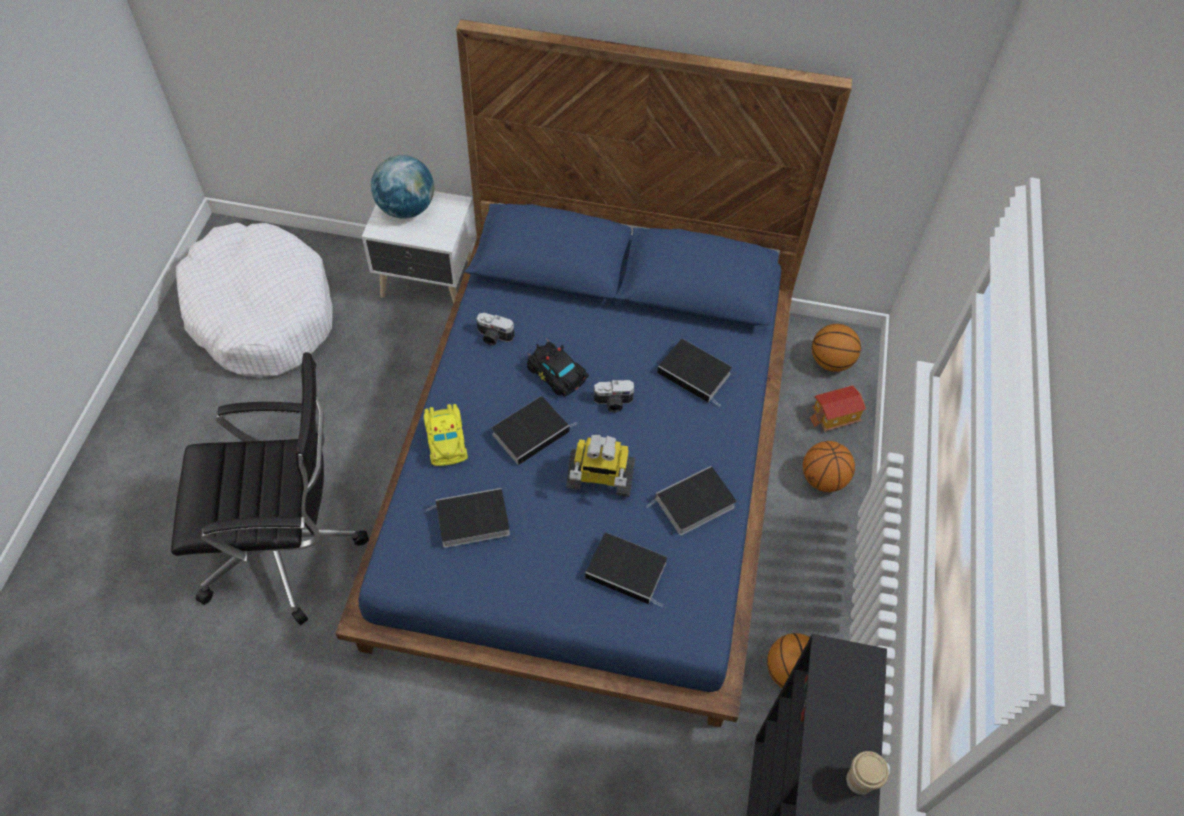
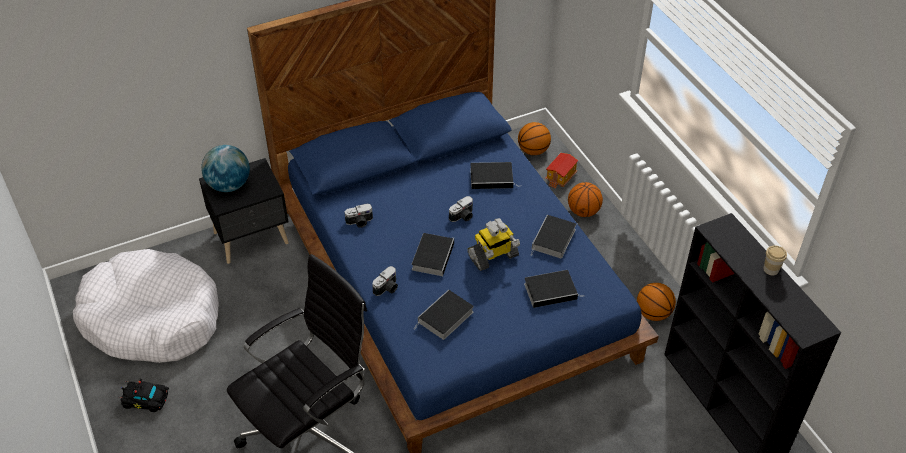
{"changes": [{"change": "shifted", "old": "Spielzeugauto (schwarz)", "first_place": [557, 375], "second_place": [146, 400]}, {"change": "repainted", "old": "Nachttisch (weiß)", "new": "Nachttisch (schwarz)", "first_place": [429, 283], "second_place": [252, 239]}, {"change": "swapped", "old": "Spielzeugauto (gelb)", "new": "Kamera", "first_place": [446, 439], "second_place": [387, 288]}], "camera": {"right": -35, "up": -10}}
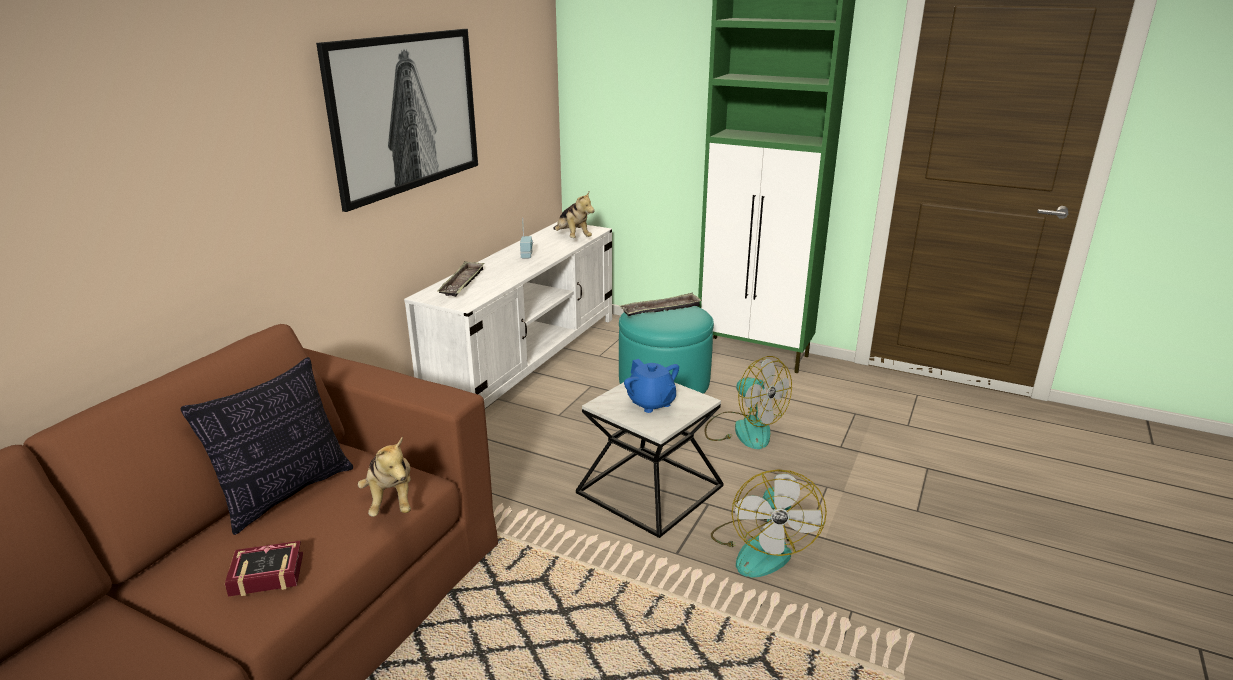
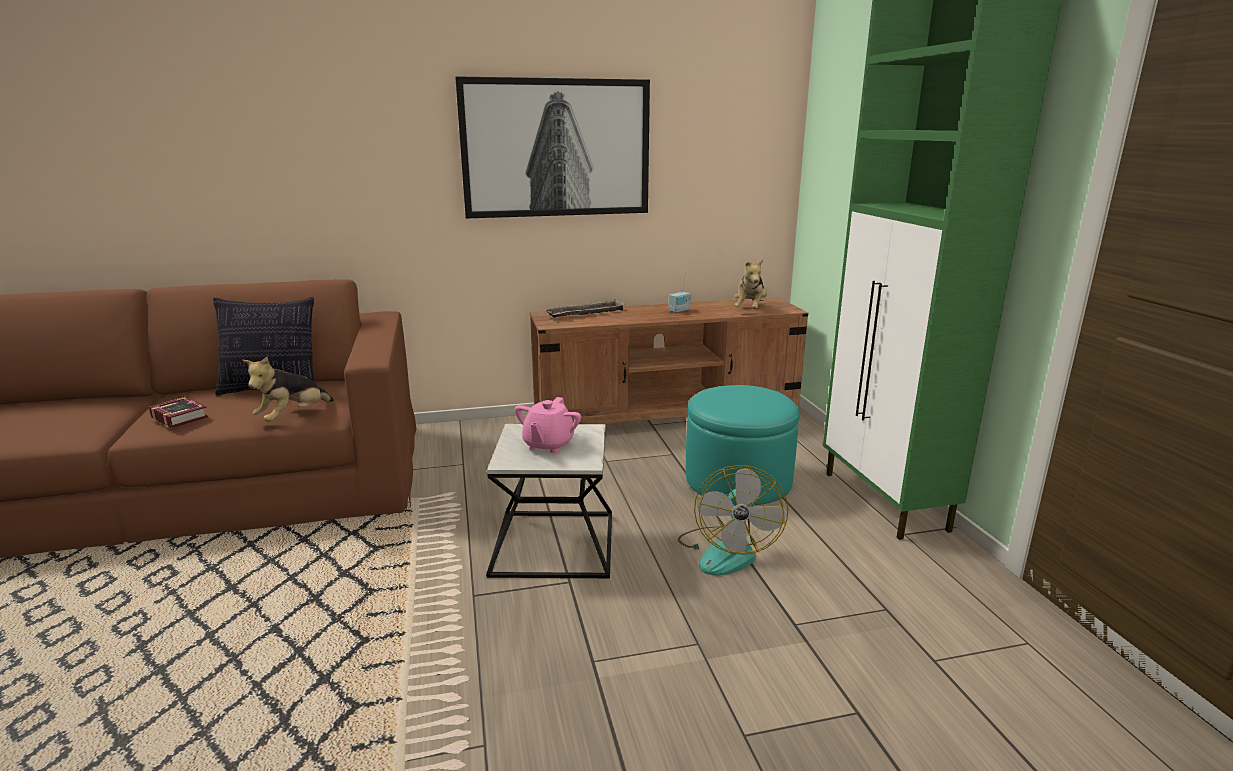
{"changes": [{"change": "repainted", "old": "Teekanne (blau)", "new": "Teekanne (rosa)", "first_place": [651, 403], "second_place": [548, 445]}, {"change": "repainted", "old": "Fernsehschrank (weiß)", "new": "Fernsehschrank (braun)", "first_place": [527, 359], "second_place": [667, 415]}, {"change": "gone", "old": "Tablett", "first_place": [661, 309]}, {"change": "gone", "old": "Ventilator", "first_place": [761, 547]}], "camera": {"right": 50, "up": -5}}
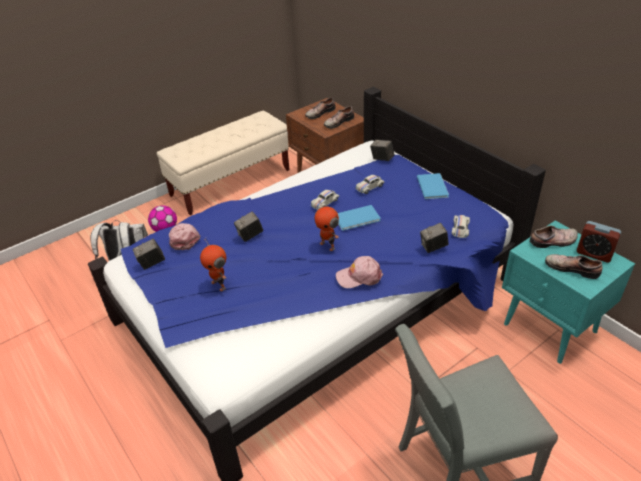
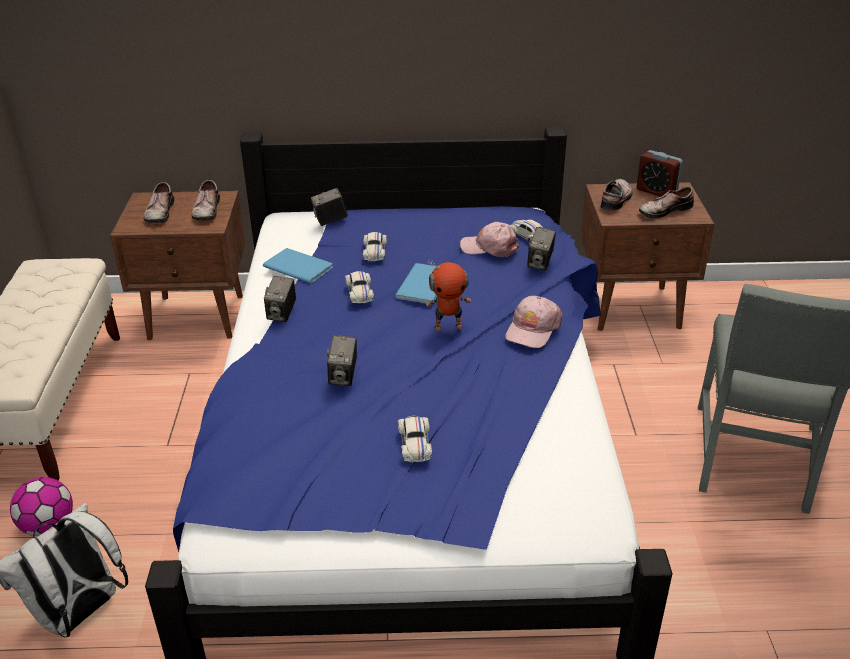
{"changes": [{"change": "shifted", "old": "Buch (blau)", "first_place": [433, 186], "second_place": [298, 266]}, {"change": "shifted", "old": "Kamera", "first_place": [151, 263], "second_place": [282, 314]}, {"change": "swapped", "old": "Spielzeugroboter", "new": "Spielzeugauto (weiß)", "first_place": [219, 285], "second_place": [415, 444]}, {"change": "shifted", "old": "Kappe (rosa)", "first_place": [183, 238], "second_place": [489, 247]}, {"change": "repainted", "old": "Nachttisch (türkis)", "new": "Nachttisch (braun)", "first_place": [550, 328], "second_place": [633, 308]}, {"change": "rotated", "old": "Wecker", "first_place": [594, 254], "second_place": [656, 191], "degrees": 60}], "camera": {"right": -55, "up": -5}}
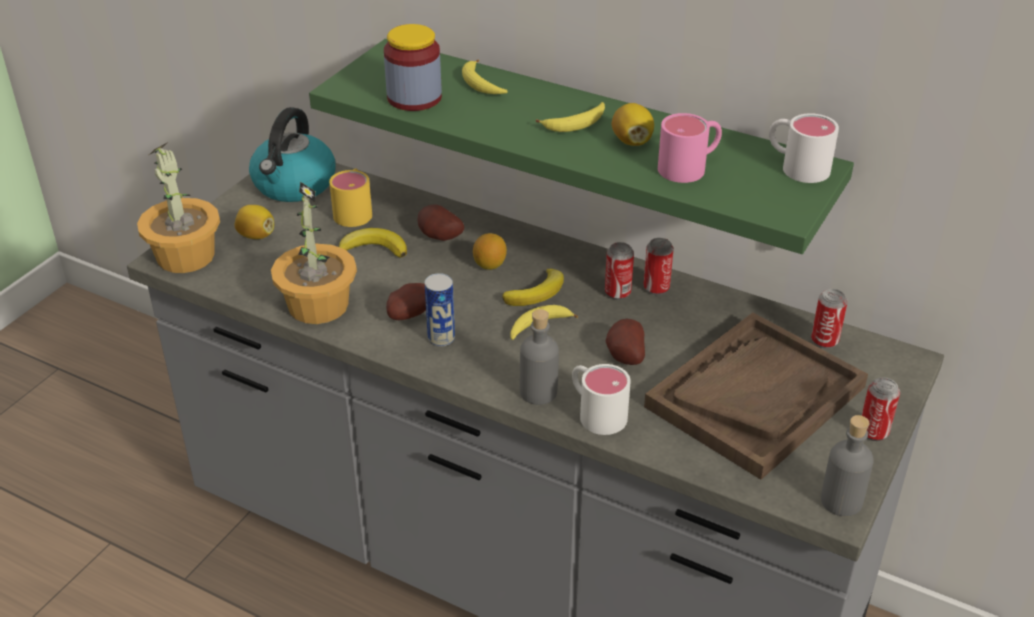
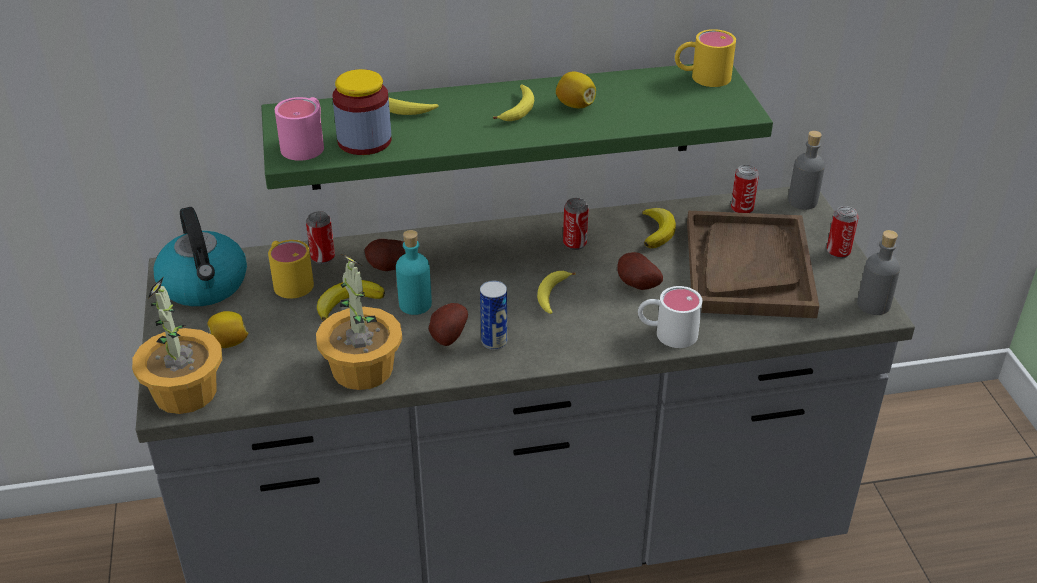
{"changes": [{"change": "shifted", "old": "Henkelbecher (rosa)", "first_place": [690, 166], "second_place": [307, 143]}, {"change": "shifted", "old": "Dose", "first_place": [656, 288], "second_place": [323, 257]}, {"change": "new", "new": "Flasche (türkis)", "second_place": [415, 304]}, {"change": "shifted", "old": "Banane", "first_place": [537, 293], "second_place": [657, 231]}, {"change": "repainted", "old": "Henkelbecher (weiß)", "new": "Henkelbecher (gelb)", "first_place": [796, 166], "second_place": [701, 77]}, {"change": "shifted", "old": "Flasche (grau)", "first_place": [538, 392], "second_place": [802, 201]}, {"change": "gone", "old": "Zitrone", "first_place": [489, 265]}], "camera": {"right": -40, "up": 0}}
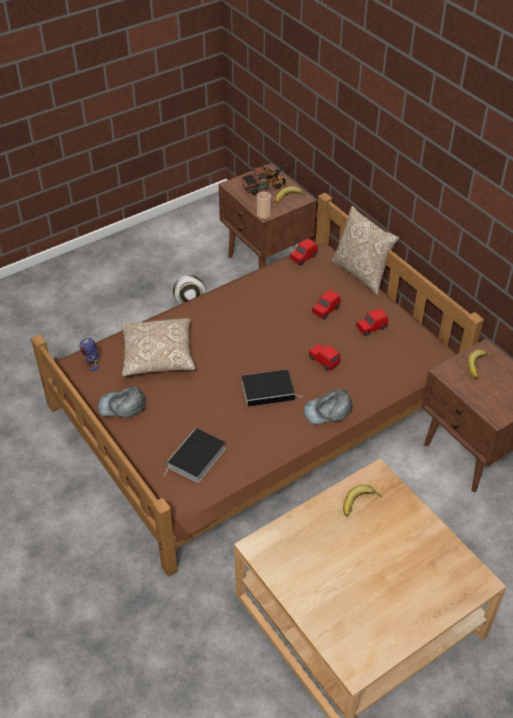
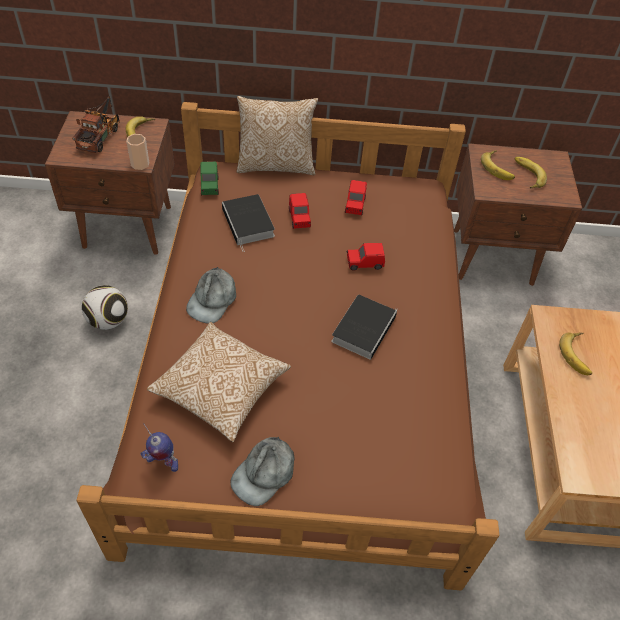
{"changes": [{"change": "shifted", "old": "Kappe (grau)", "first_place": [328, 410], "second_place": [212, 300]}, {"change": "repainted", "old": "Spielzeugauto (rot)", "new": "Spielzeugauto (grün)", "first_place": [303, 258], "second_place": [209, 186]}, {"change": "shifted", "old": "Buch", "first_place": [196, 459], "second_place": [249, 224]}, {"change": "new", "new": "Banane", "second_place": [526, 175]}], "camera": {"right": -55, "up": 5}}
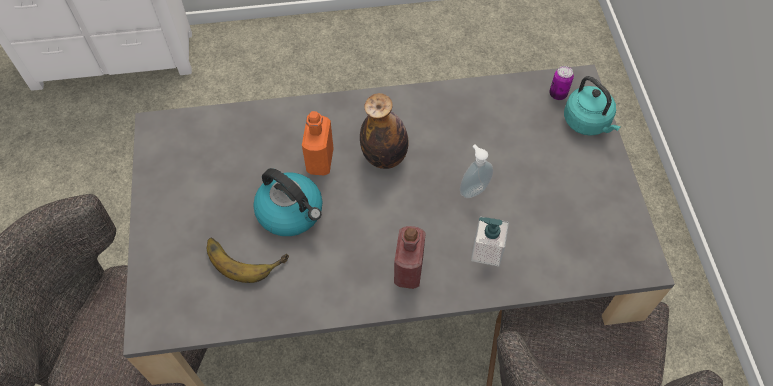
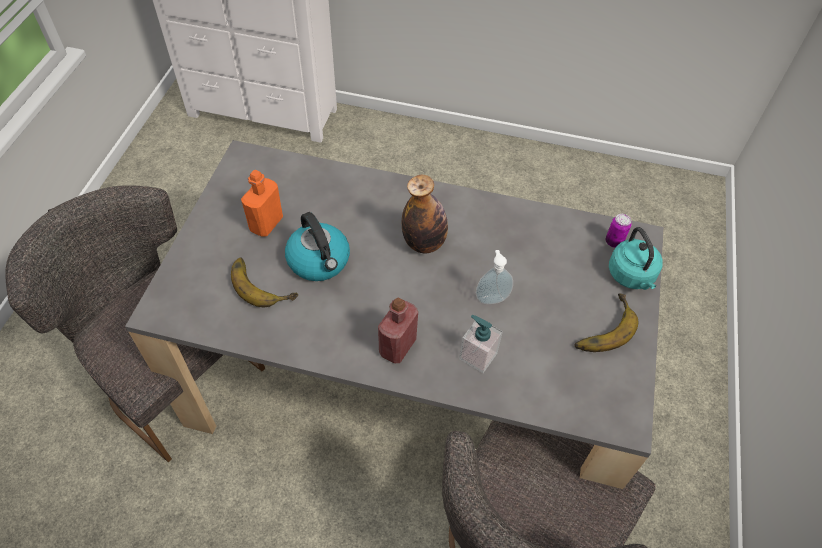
{"changes": [{"change": "shifted", "old": "Flasche (orange)", "first_place": [320, 161], "second_place": [266, 224]}, {"change": "new", "new": "Banane", "second_place": [601, 326]}], "camera": {"right": 20, "up": -5}}
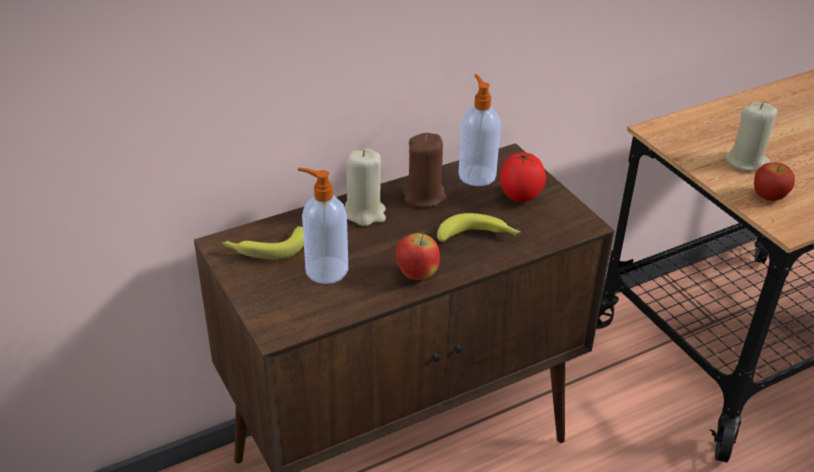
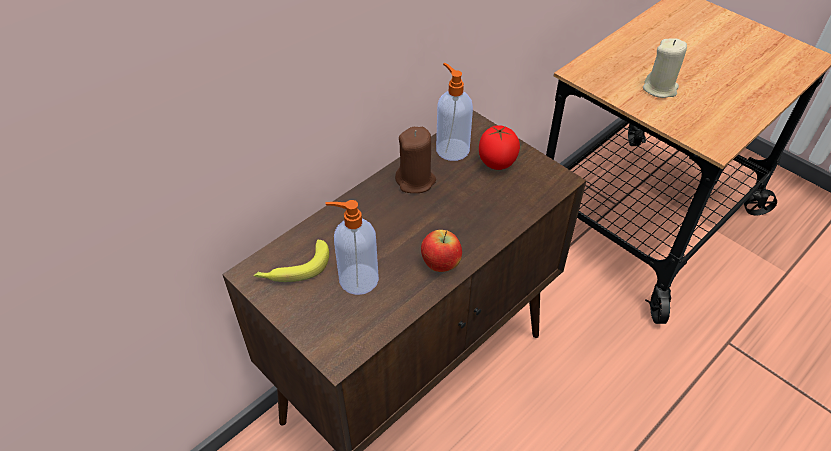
{"changes": [{"change": "gone", "old": "Kerze (beige)", "first_place": [365, 213]}, {"change": "gone", "old": "Banane", "first_place": [478, 237]}, {"change": "gone", "old": "Apfel", "first_place": [769, 196]}], "camera": {"right": -15, "up": 10}}
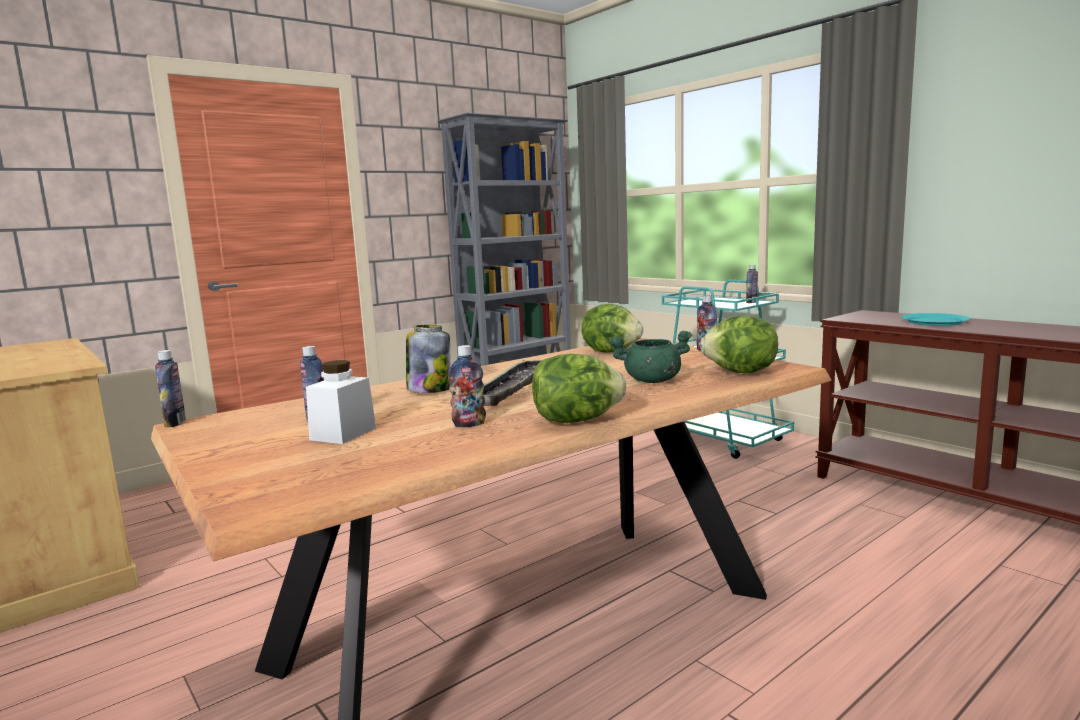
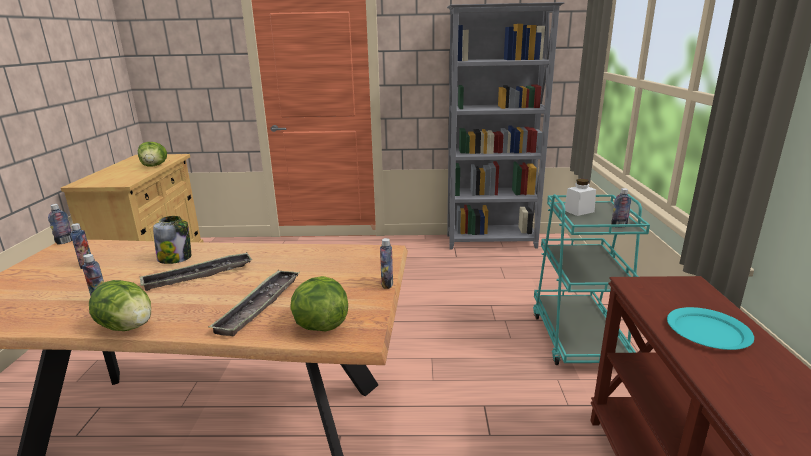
{"changes": [{"change": "shifted", "old": "Salatkopf", "first_place": [611, 351], "second_place": [154, 166]}, {"change": "swapped", "old": "Kochtopf (grün)", "new": "Tablett", "first_place": [651, 381], "second_place": [259, 306]}, {"change": "shifted", "old": "Vorratsglas (weiß)", "first_place": [343, 434], "second_place": [579, 211]}], "camera": {"right": 40, "up": 10}}
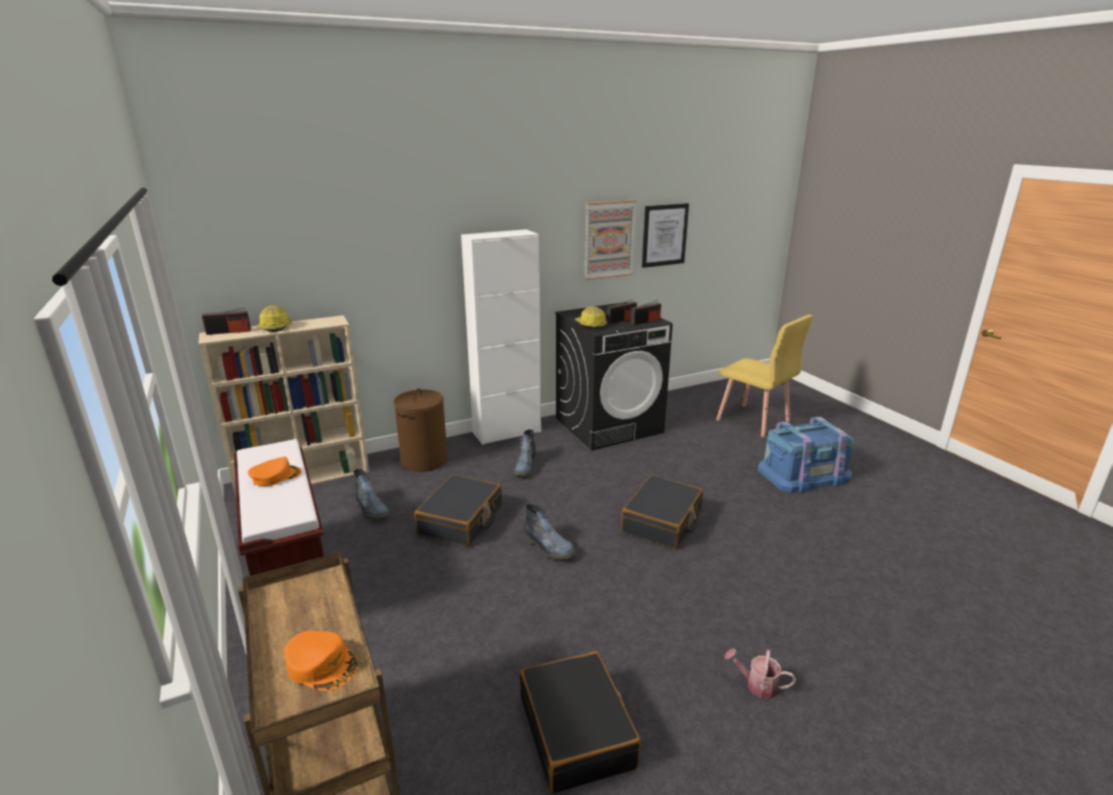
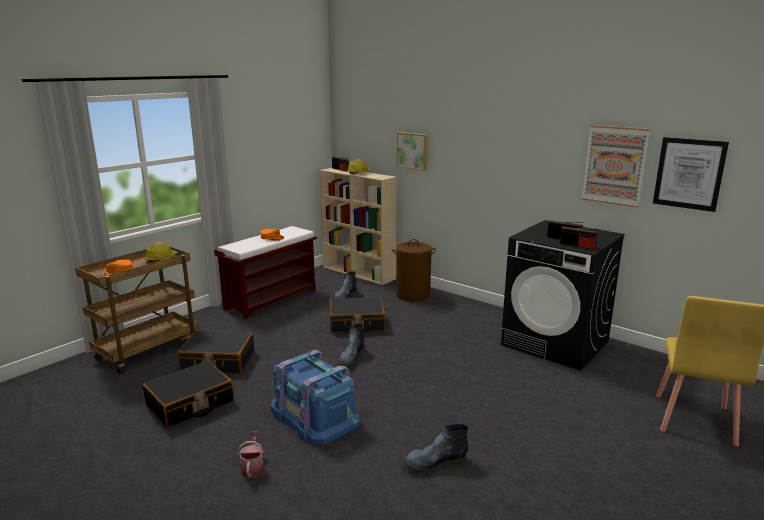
{"changes": [{"change": "shifted", "old": "Schutzhelm", "first_place": [590, 325], "second_place": [161, 258]}, {"change": "shifted", "old": "Koffer (schwarz)", "first_place": [662, 522], "second_place": [218, 361]}, {"change": "shifted", "old": "Aufbewahrungsbox (blau)", "first_place": [803, 473], "second_place": [315, 415]}, {"change": "new", "new": "Bild", "second_place": [413, 150]}, {"change": "shifted", "old": "Stiefel", "first_place": [525, 467], "second_place": [434, 463]}, {"change": "gone", "old": "Schrank (weiß)", "first_place": [507, 432]}], "camera": {"right": 65, "up": -5}}
